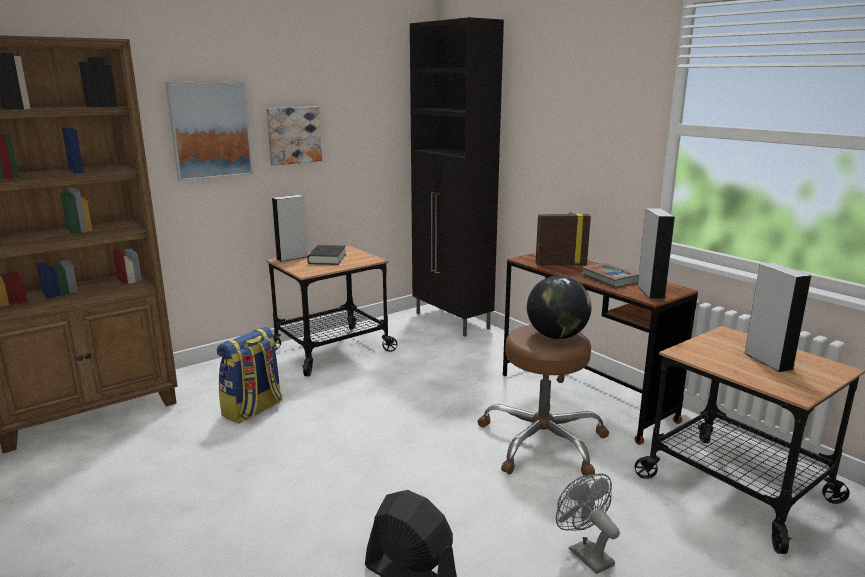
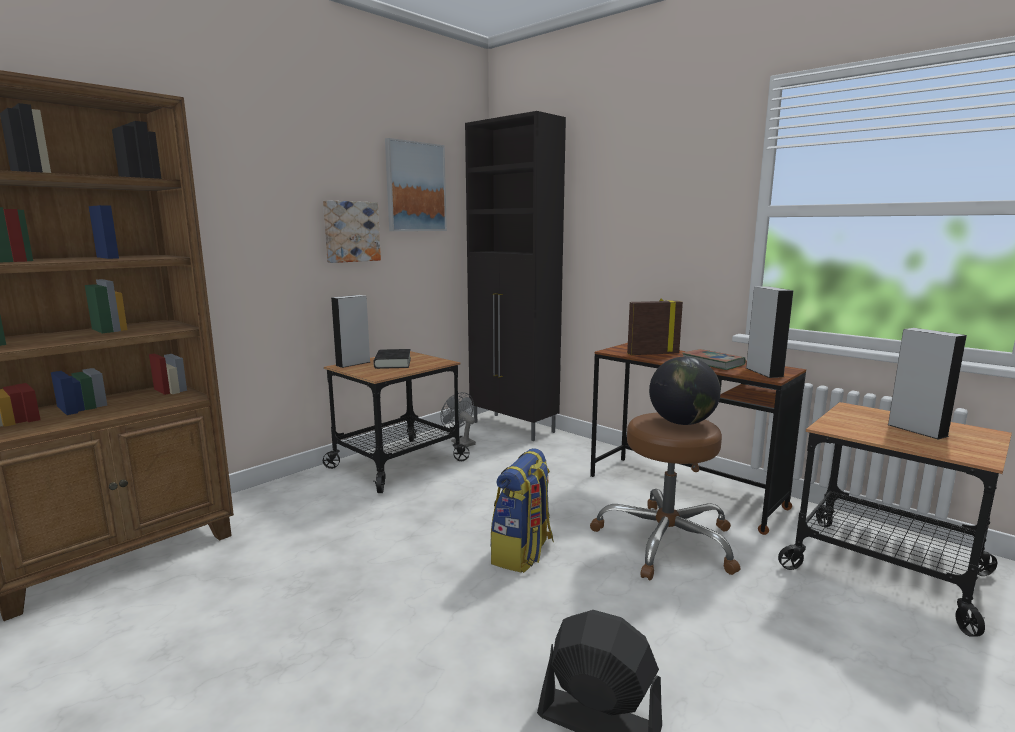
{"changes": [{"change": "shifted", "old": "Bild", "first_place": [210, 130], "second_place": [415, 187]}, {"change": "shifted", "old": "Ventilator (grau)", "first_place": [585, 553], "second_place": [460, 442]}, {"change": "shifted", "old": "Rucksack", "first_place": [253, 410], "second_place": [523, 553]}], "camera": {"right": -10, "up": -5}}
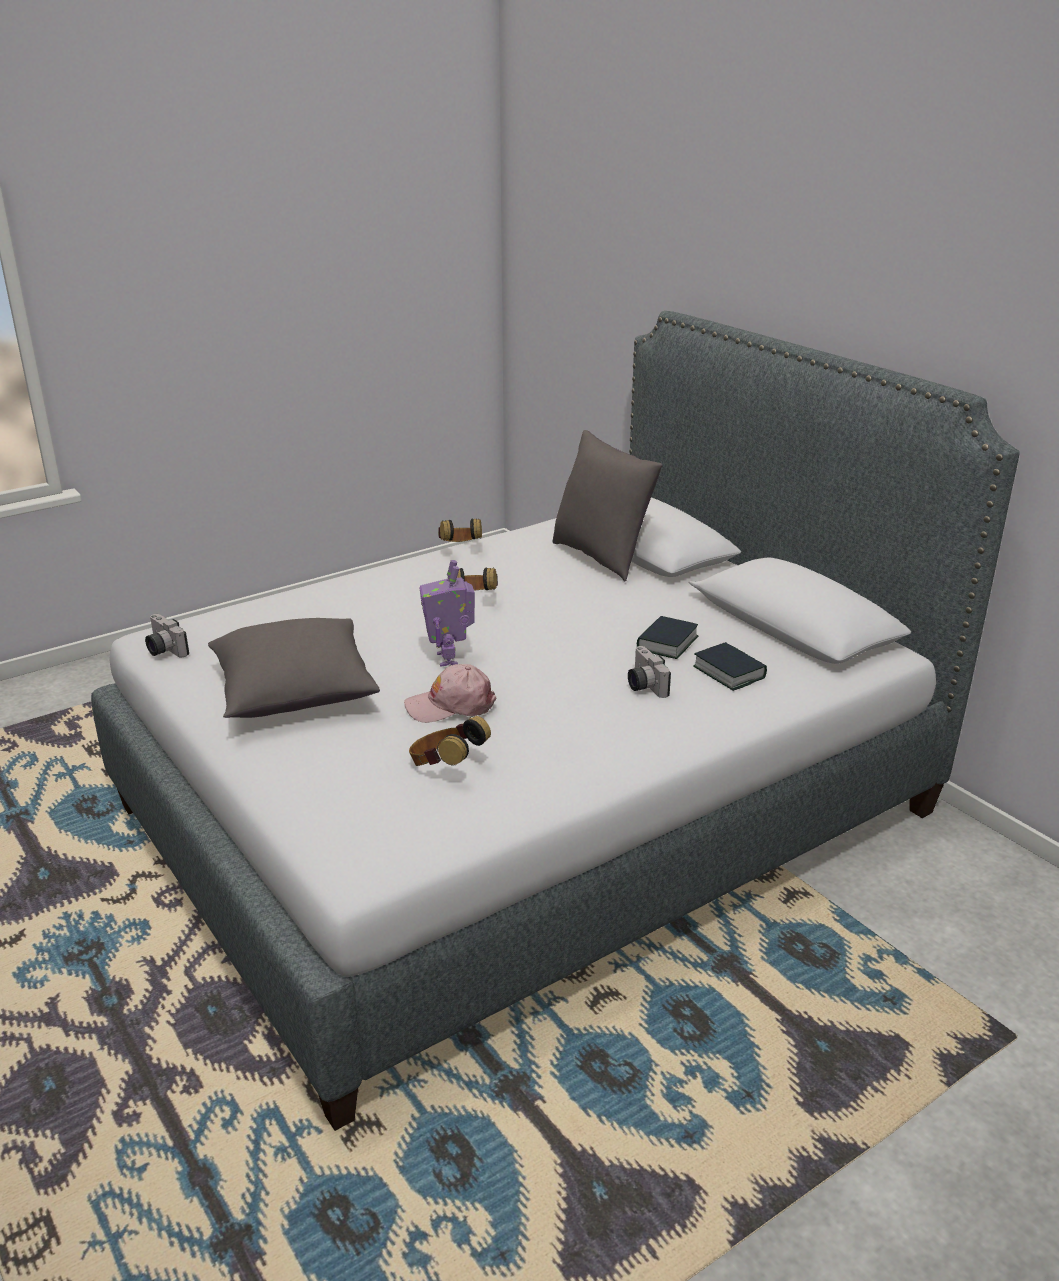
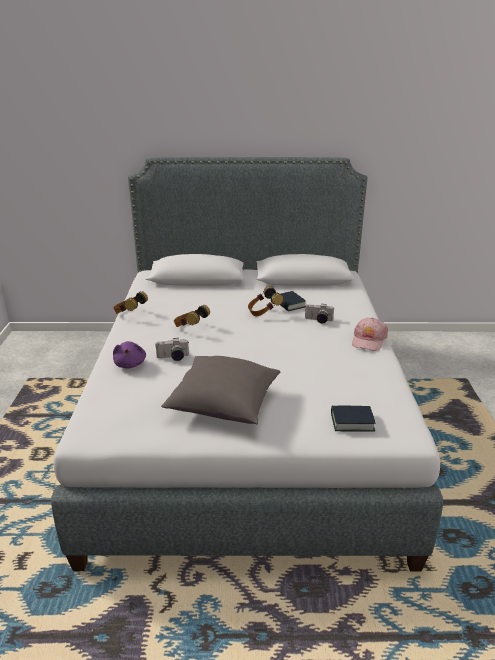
{"changes": [{"change": "new", "new": "Plüschtier (lila)", "second_place": [130, 364]}, {"change": "shifted", "old": "Kamera", "first_place": [163, 650], "second_place": [173, 358]}, {"change": "shifted", "old": "Kopfhörer", "first_place": [446, 767], "second_place": [263, 313]}, {"change": "shifted", "old": "Buch", "first_place": [729, 672], "second_place": [352, 422]}, {"change": "shifted", "old": "Kappe (rosa)", "first_place": [451, 705], "second_place": [368, 340]}, {"change": "gone", "old": "Spielzeugroboter", "first_place": [449, 658]}, {"change": "gone", "old": "Kissen (grau)", "first_place": [602, 557]}], "camera": {"right": -55, "up": 0}}
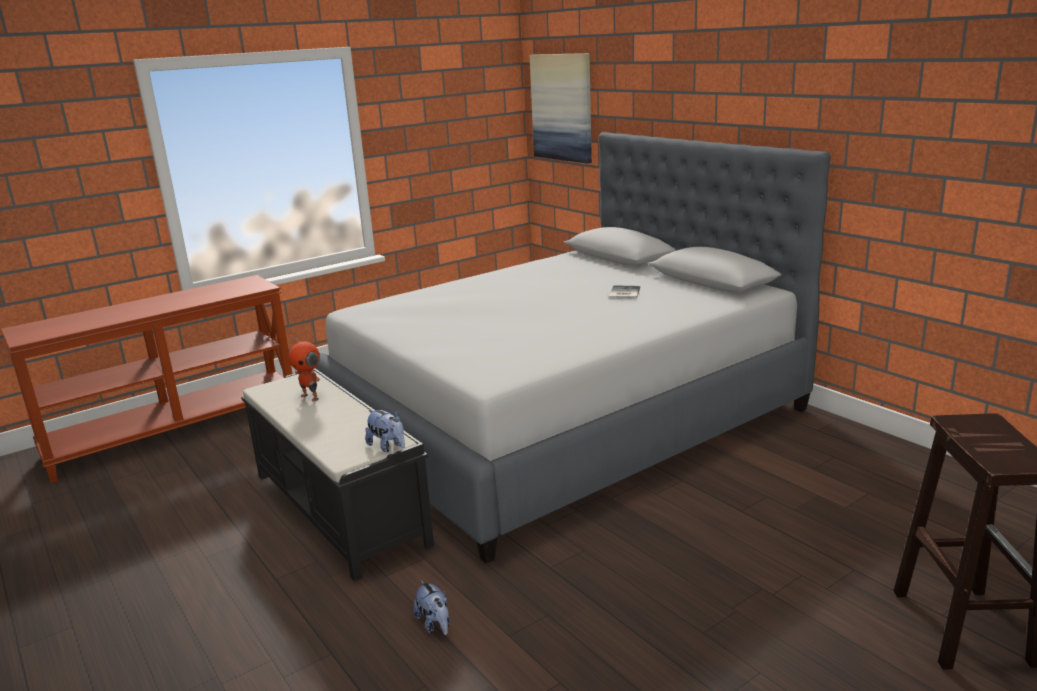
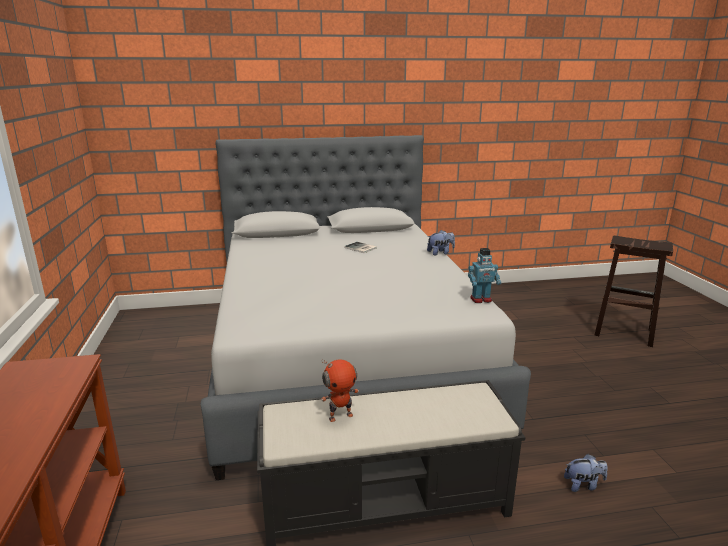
{"changes": [{"change": "shifted", "old": "Plüschtier", "first_place": [388, 446], "second_place": [440, 253]}, {"change": "new", "new": "Spielzeugroboter", "second_place": [481, 300]}, {"change": "gone", "old": "Bild", "first_place": [562, 107]}], "camera": {"right": -65, "up": 0}}
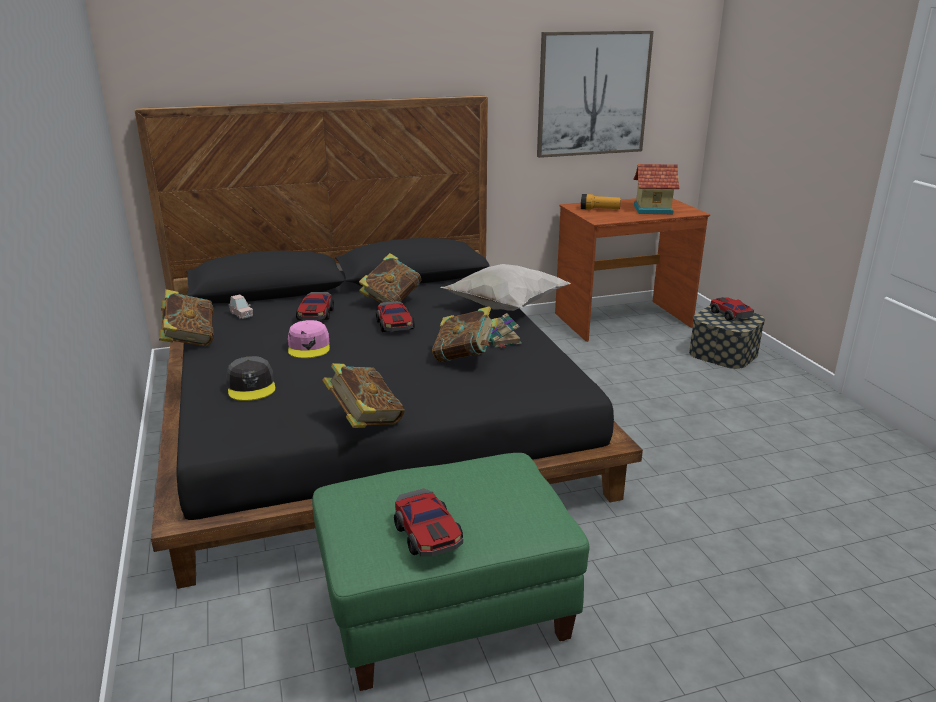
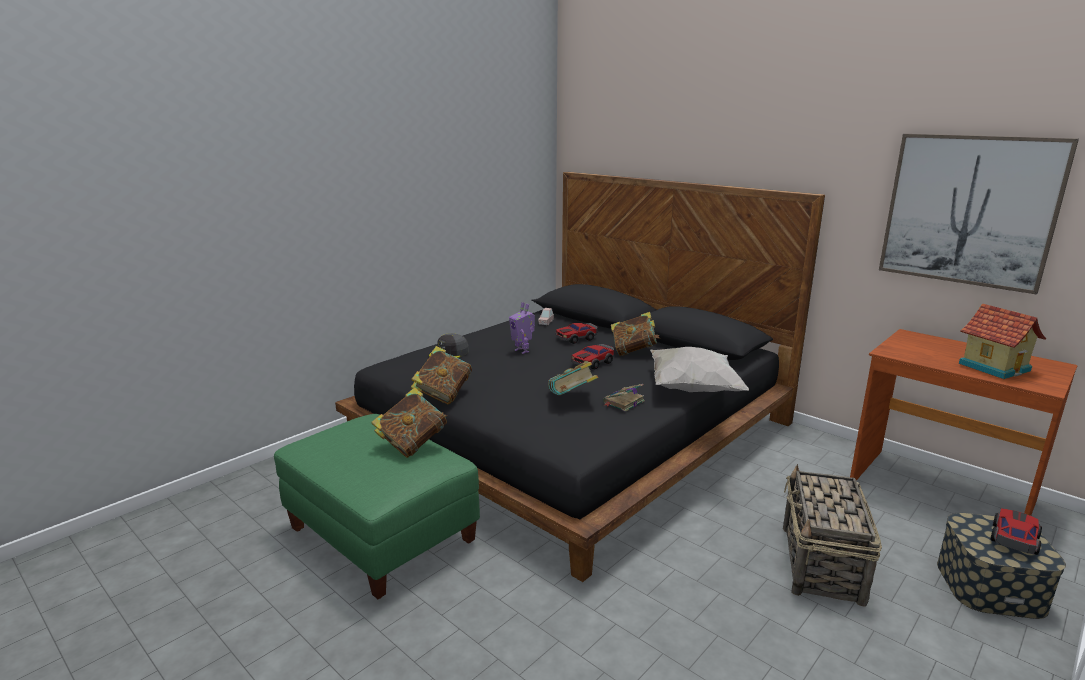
{"changes": [{"change": "shifted", "old": "Buch", "first_place": [189, 340], "second_place": [412, 444]}, {"change": "swapped", "old": "Kappe (rosa)", "new": "Spielzeugroboter", "first_place": [309, 347], "second_place": [522, 350]}, {"change": "new", "new": "Korb", "second_place": [821, 565]}, {"change": "gone", "old": "Spielzeugauto", "first_place": [428, 534]}, {"change": "gone", "old": "Taschenlampe", "first_place": [599, 209]}], "camera": {"right": 60, "up": -5}}
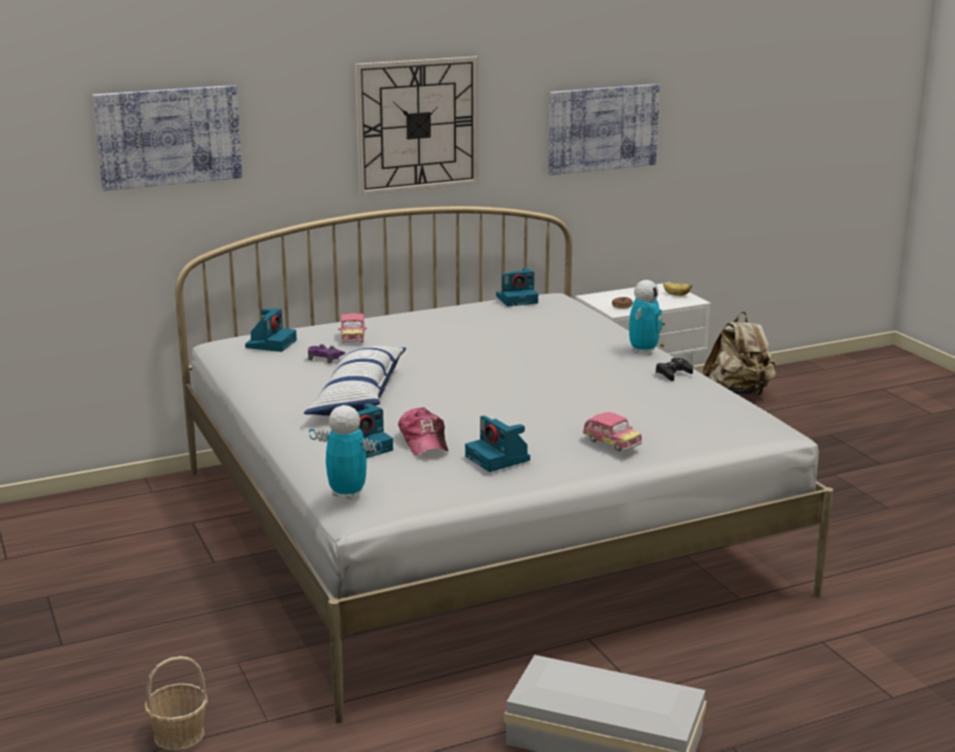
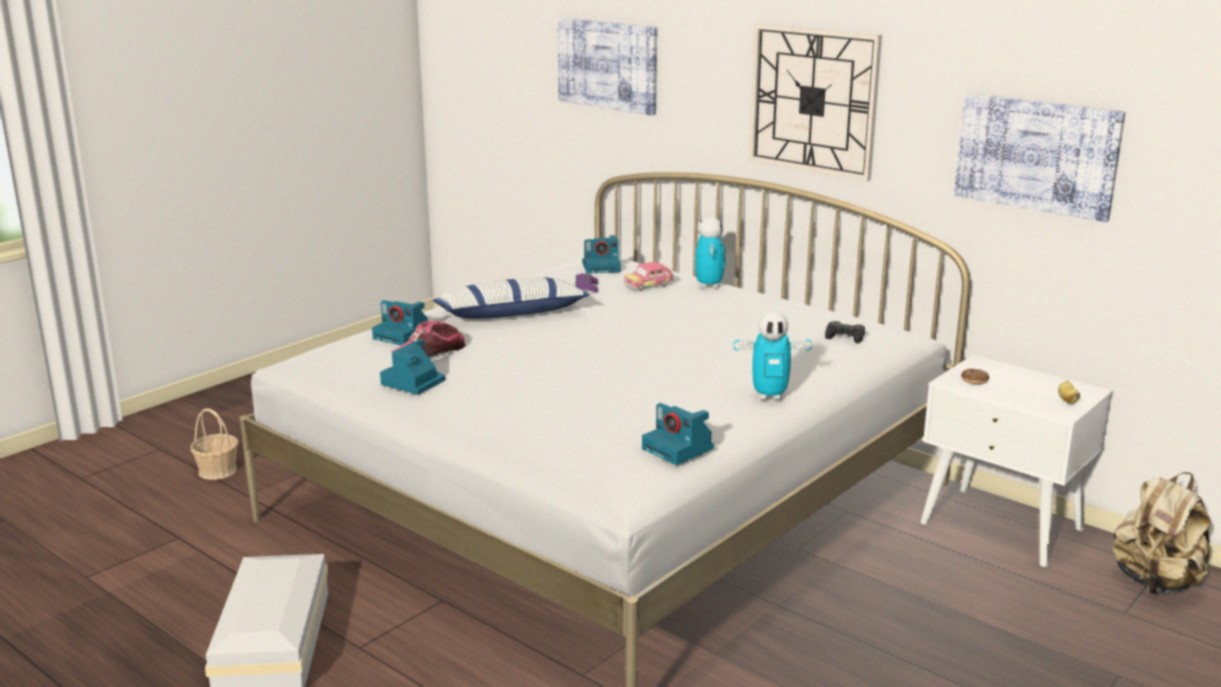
{"changes": [{"change": "shifted", "old": "Kamera", "first_place": [517, 299], "second_place": [679, 449]}, {"change": "shifted", "old": "Spielzeugroboter", "first_place": [347, 494], "second_place": [709, 285]}, {"change": "shifted", "old": "Gamepad (schwarz)", "first_place": [673, 374], "second_place": [845, 337]}, {"change": "gone", "old": "Spielzeugauto", "first_place": [611, 443]}], "camera": {"right": 65, "up": 0}}
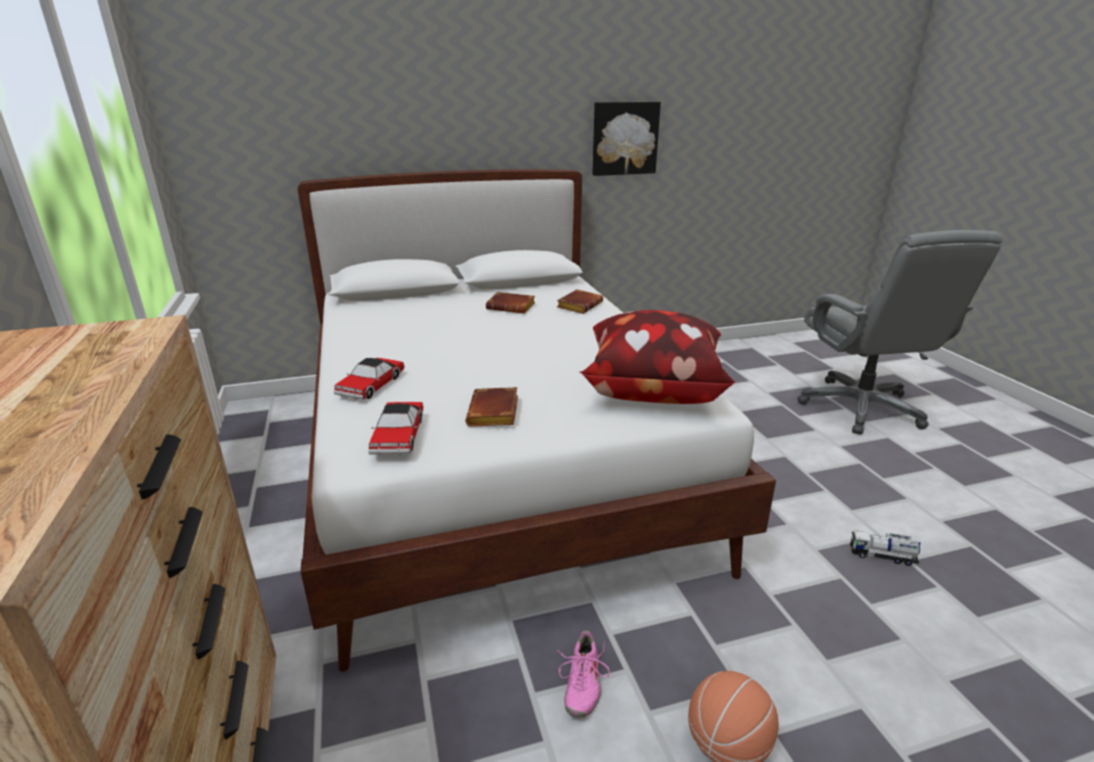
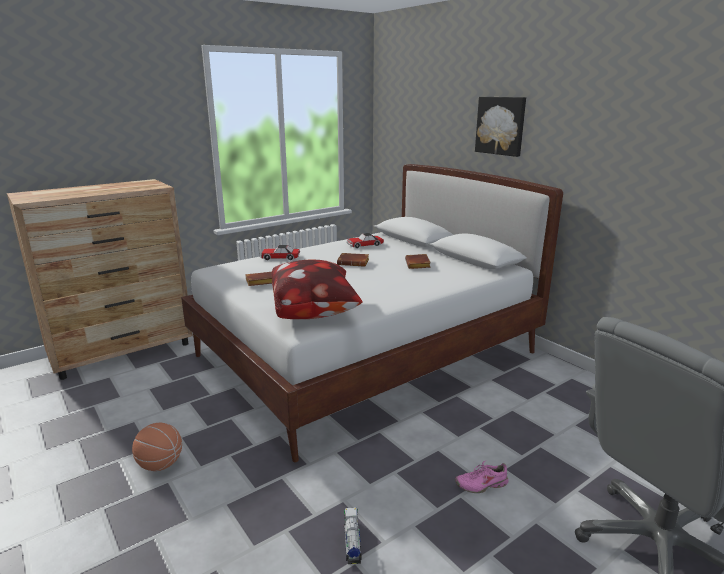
{"changes": [{"change": "shifted", "old": "Buch (braun)", "first_place": [579, 305], "second_place": [354, 262]}, {"change": "shifted", "old": "Spielzeugauto", "first_place": [398, 435], "second_place": [365, 245]}, {"change": "shifted", "old": "Schuh (rosa)", "first_place": [582, 684], "second_place": [481, 484]}, {"change": "shifted", "old": "Bild", "first_place": [624, 138], "second_place": [501, 125]}], "camera": {"right": 70, "up": -5}}
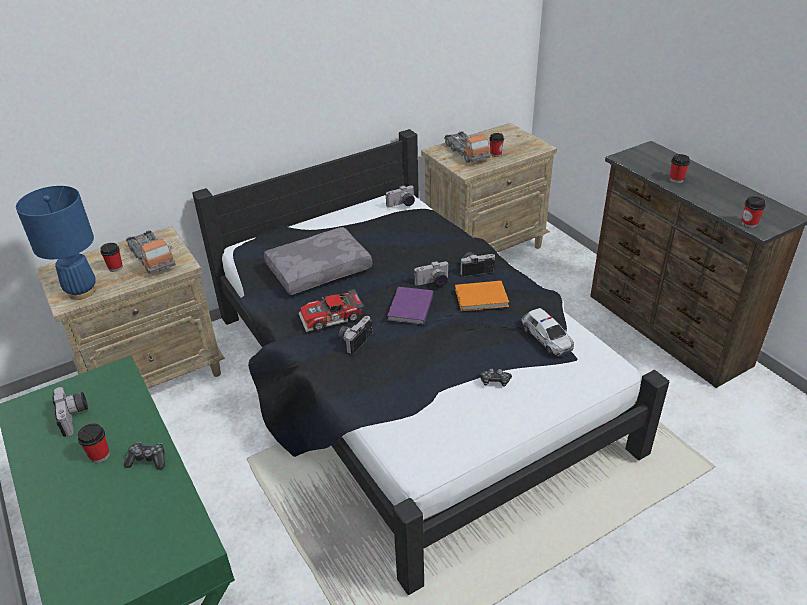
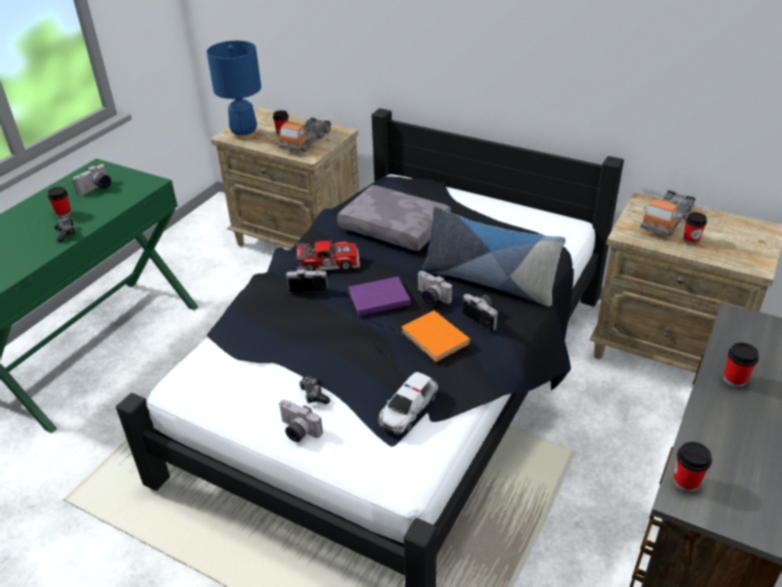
{"changes": [{"change": "shifted", "old": "Kamera", "first_place": [402, 204], "second_place": [297, 431]}, {"change": "rotated", "old": "Spielzeugauto", "first_place": [332, 318], "second_place": [328, 261], "degrees": 135}, {"change": "new", "new": "Kissen", "second_place": [489, 282]}], "camera": {"right": 60, "up": 0}}
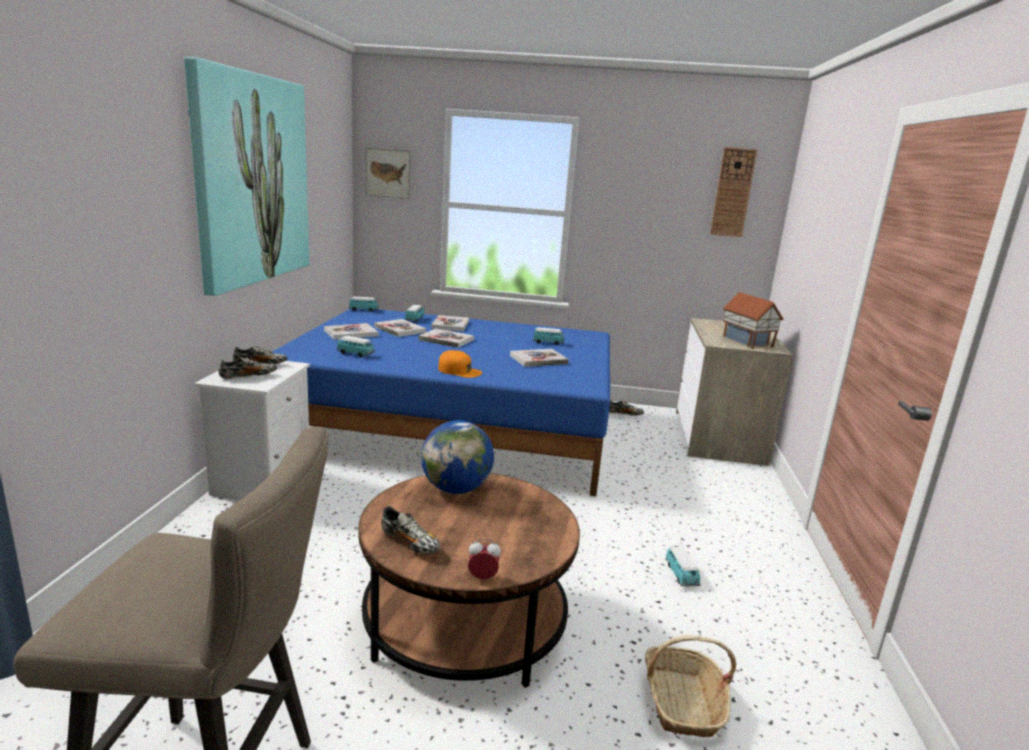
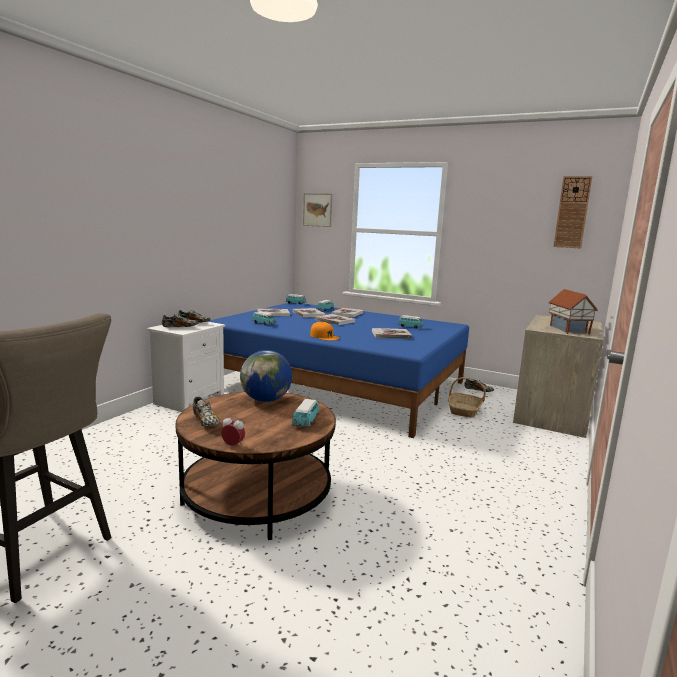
{"changes": [{"change": "shifted", "old": "Spielzeugauto", "first_place": [681, 575], "second_place": [305, 422]}, {"change": "shifted", "old": "Korb", "first_place": [682, 702], "second_place": [464, 410]}, {"change": "gone", "old": "Bild", "first_place": [251, 180]}], "camera": {"right": 20, "up": -5}}
